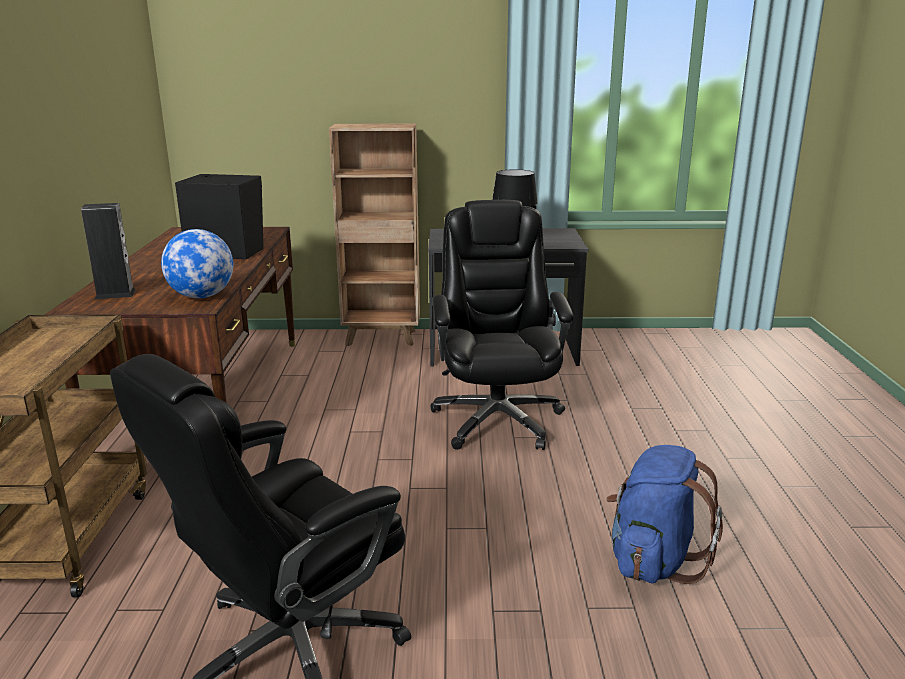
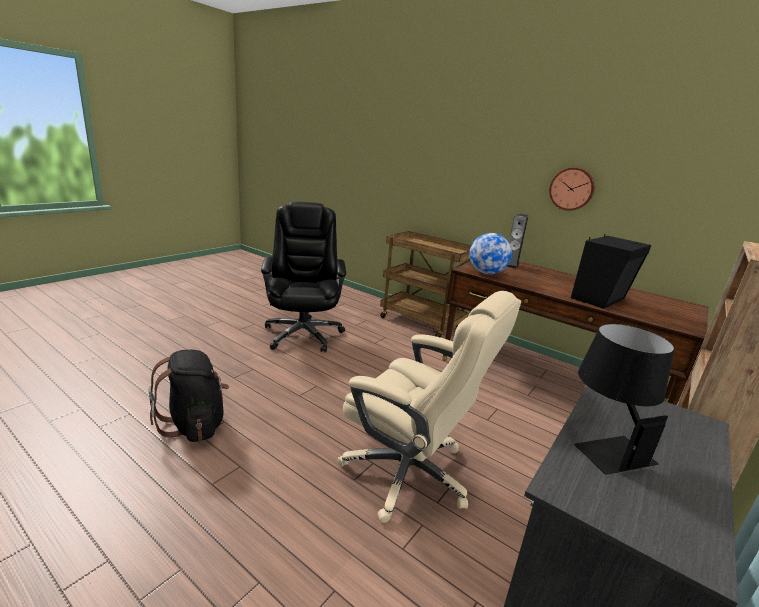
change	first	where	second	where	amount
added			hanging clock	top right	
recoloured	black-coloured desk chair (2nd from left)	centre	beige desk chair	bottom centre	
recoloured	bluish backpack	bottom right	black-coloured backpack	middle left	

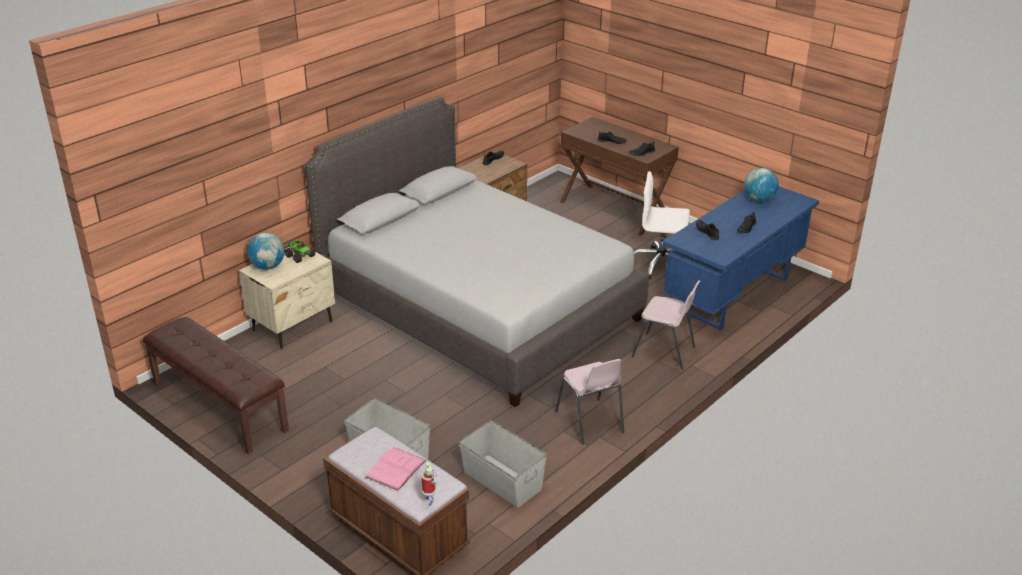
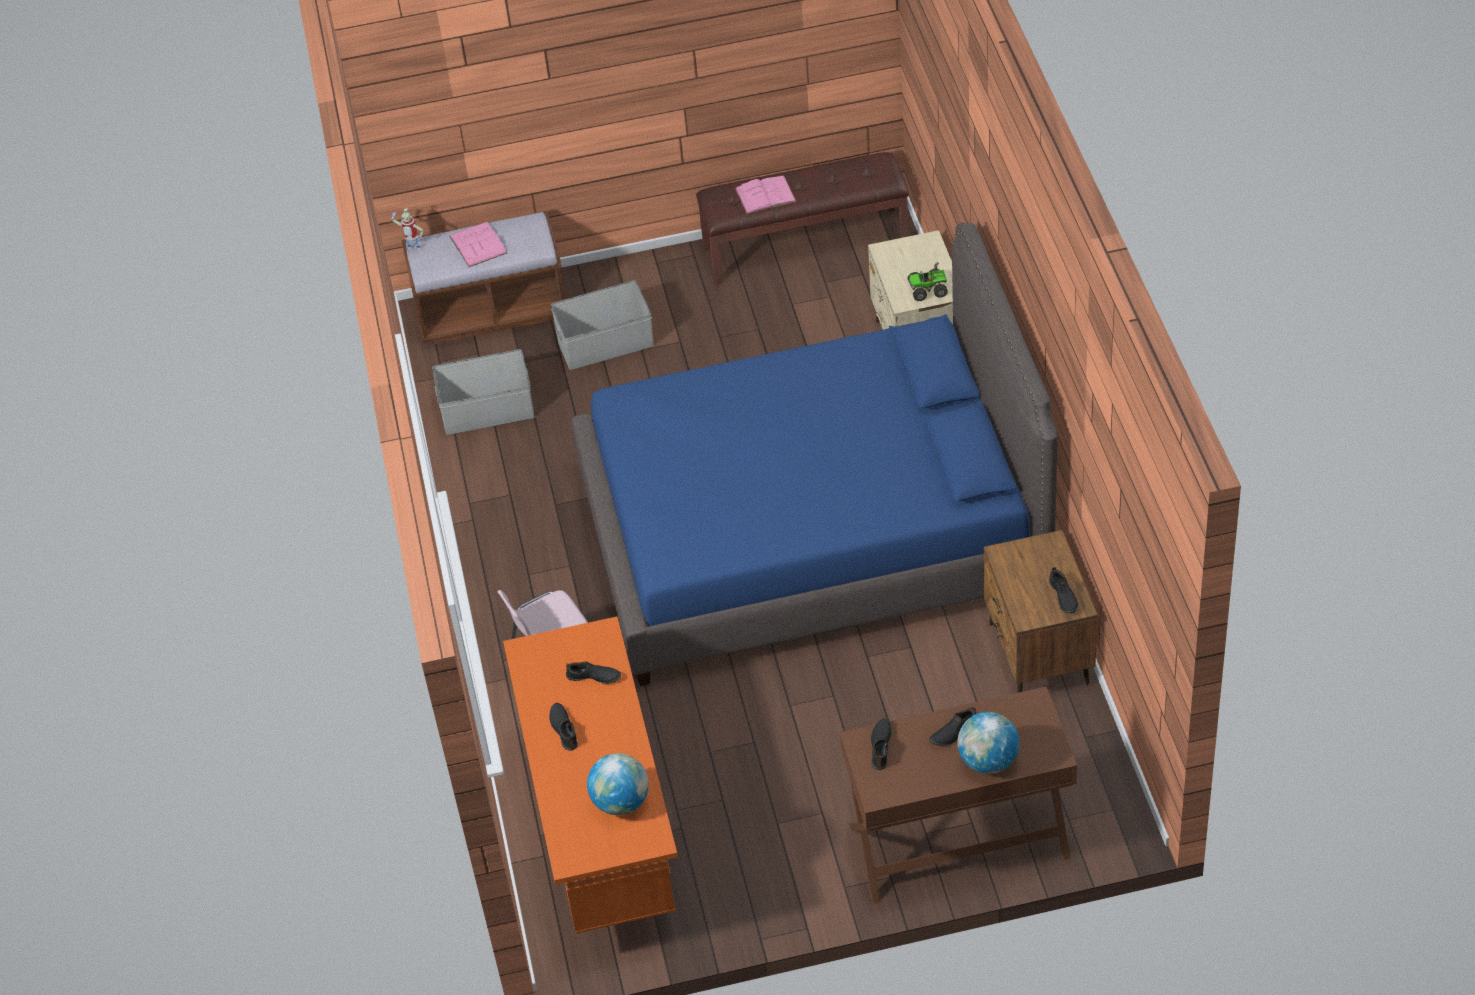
change	first	where	second	where	amount
removed	pink-coloured plain chair (1st from left)	bottom centre			
removed	white-coloured desk chair	centre			
added			pink-coloured book (2nd from left)	top centre	
moved	globe (1st from left in the first image)	middle left	globe (2nd from left)	bottom right	
recoloured	greyish sleeping bed	centre	bluish sleeping bed	centre	
recoloured	bluish desk unit	middle right	orange-coloured desk unit	bottom centre	

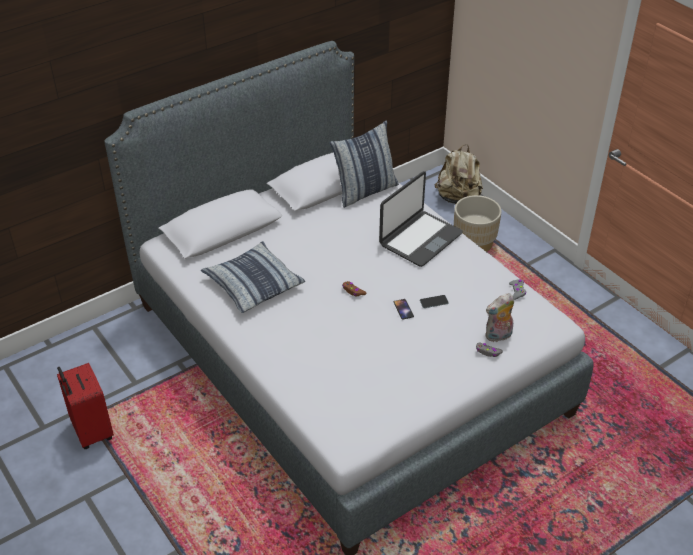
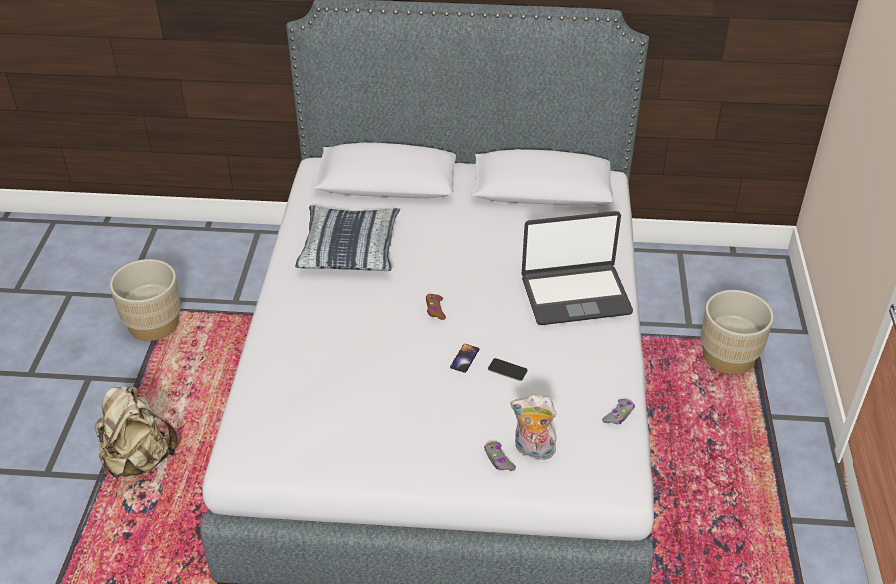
change	first	where	second	where	amount
removed	cushion (2nd from left)	top centre			
moved	beige backpack	top centre		bottom left	
replaced	reddish suitcase	bottom left	beige flower pot (1st from left)	middle left	

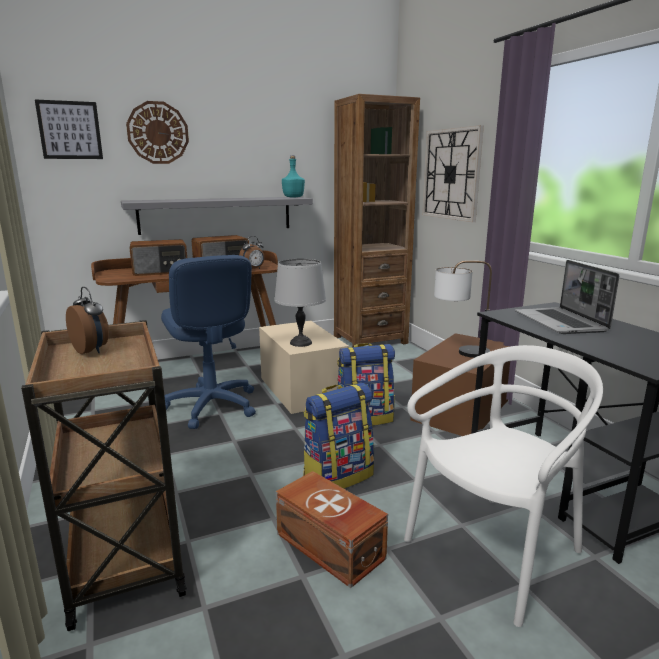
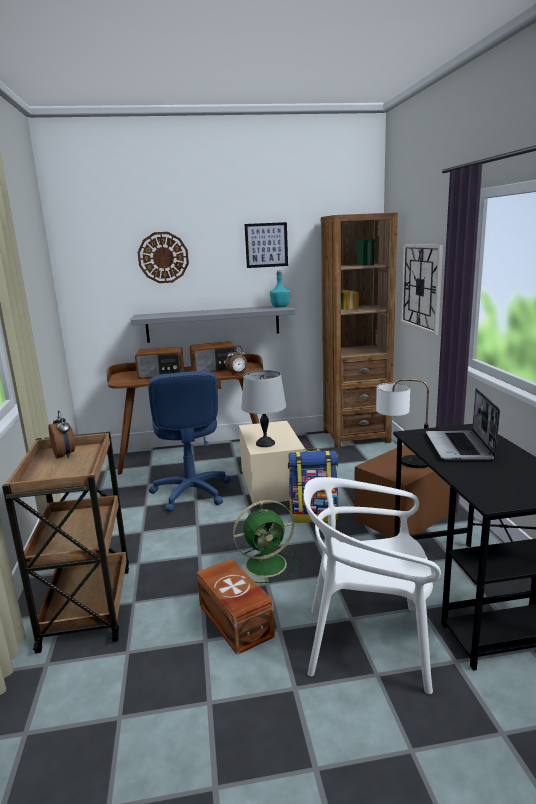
change	first	where	second	where	amount
moved	wall art	top left		top centre	
replaced	backpack (1st from left)	centre	greenish cooling fan	bottom centre	
turned	white-coloured plain chair	bottom right		bottom right	150 degrees counterclockwise

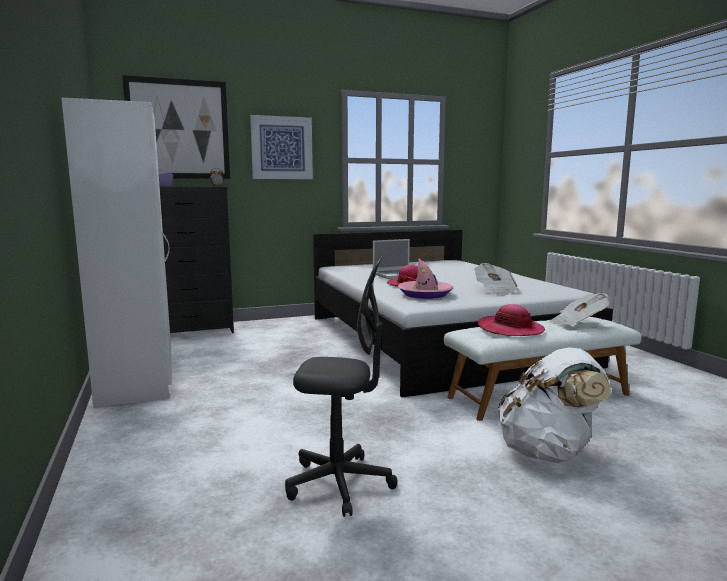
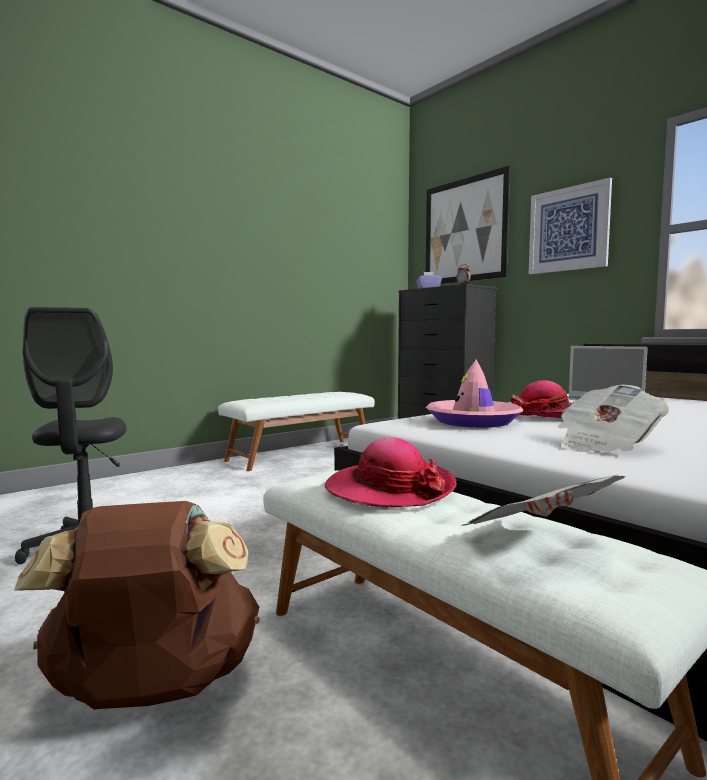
change	first	where	second	where	amount
replaced	white-coloured wardrobe	middle left	white-coloured long seat (1st from left)	centre	
recoloured	white-coloured backpack	bottom right	brown-coloured backpack	bottom left	

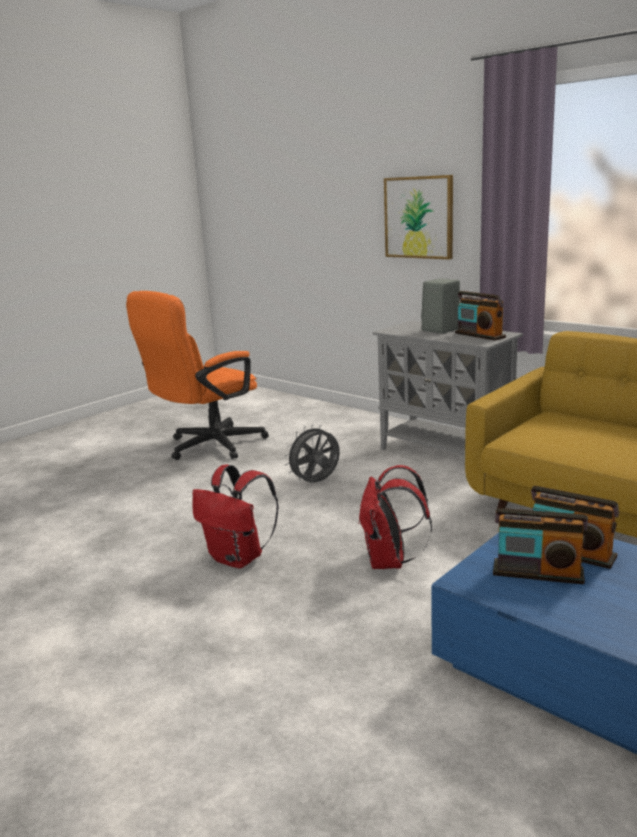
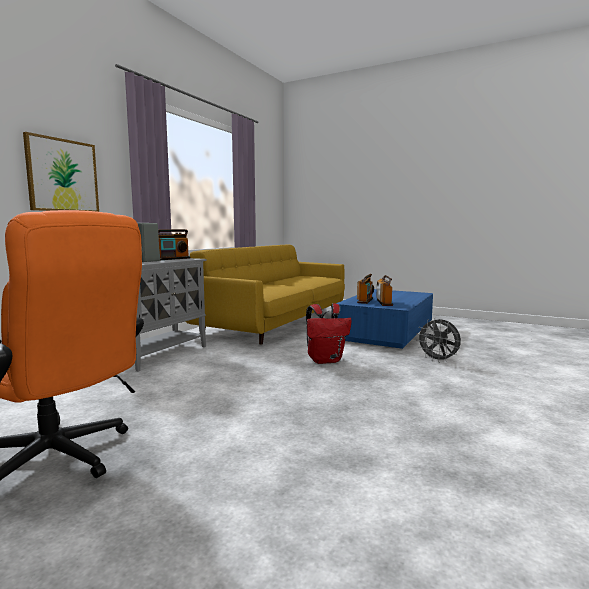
change	first	where	second	where	amount
removed	reddish backpack (1st from left)	centre			
moved	greyish cooling fan	centre		middle right	

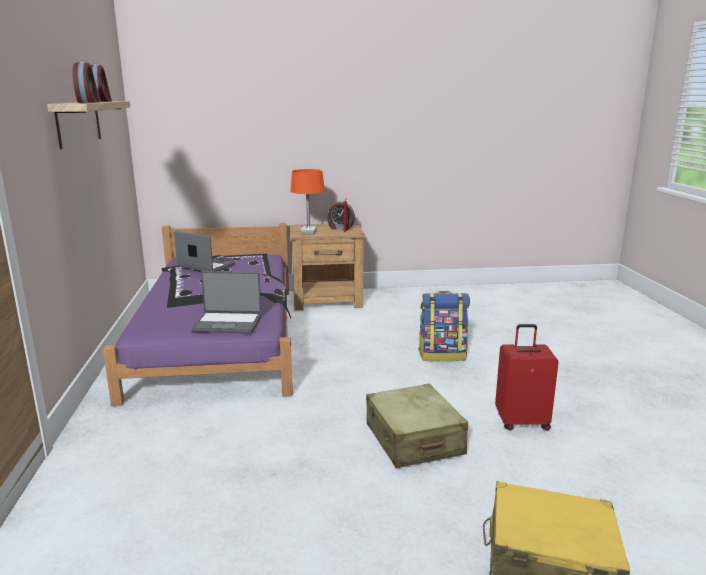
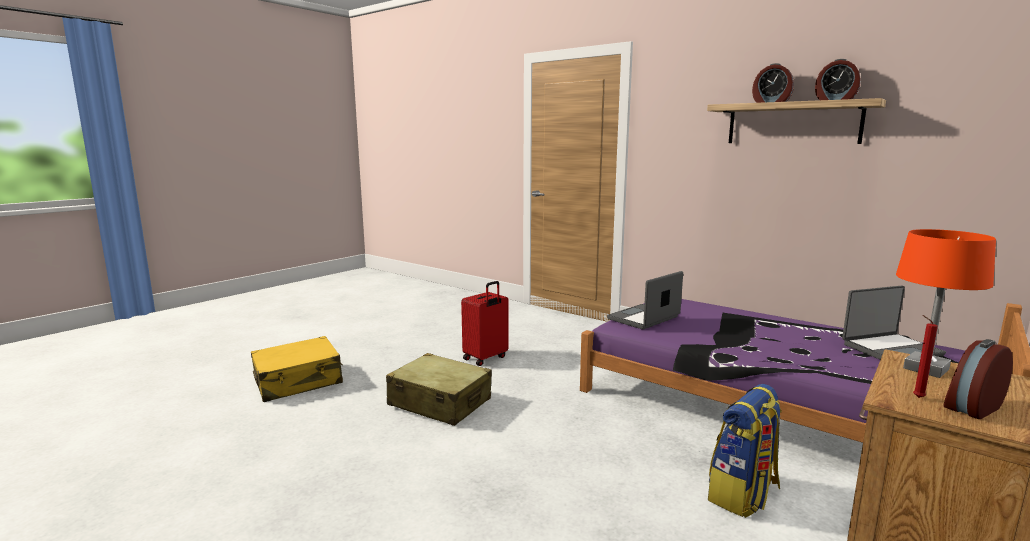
change	first	where	second	where	amount
moved	backpack	centre		bottom right	
moved	reddish suitcase	middle right		centre	

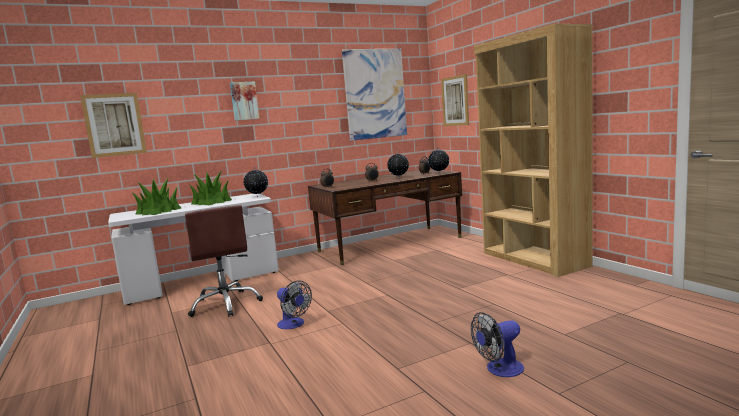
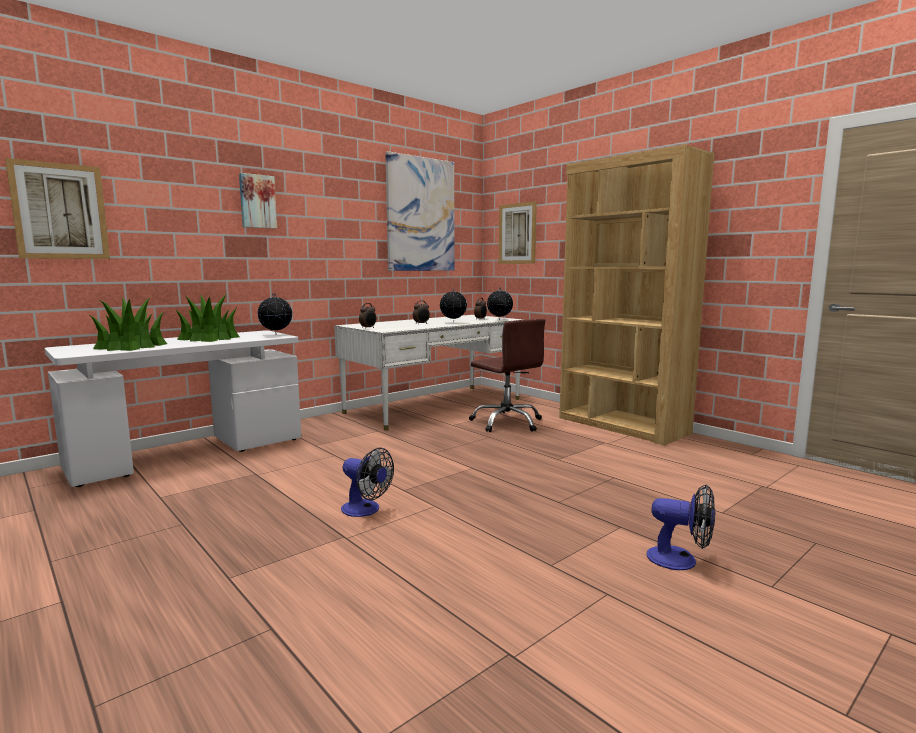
change	first	where	second	where	amount
moved	brown-coloured desk chair	middle left		centre	
recoloured	brown-coloured desk unit	centre	white-coloured desk unit (2nd from left)	centre	
turned	cooling fan (2nd from left)	bottom right		bottom right	120 degrees counterclockwise

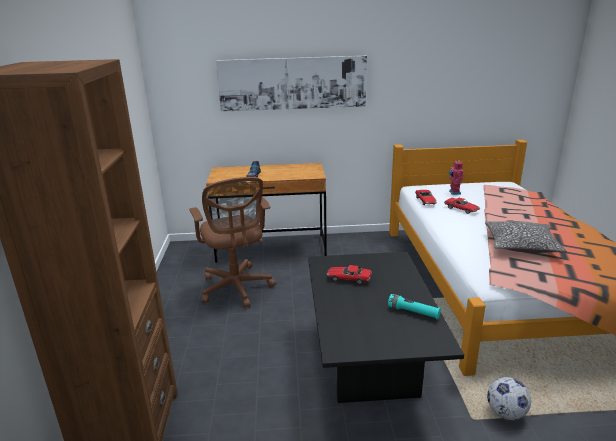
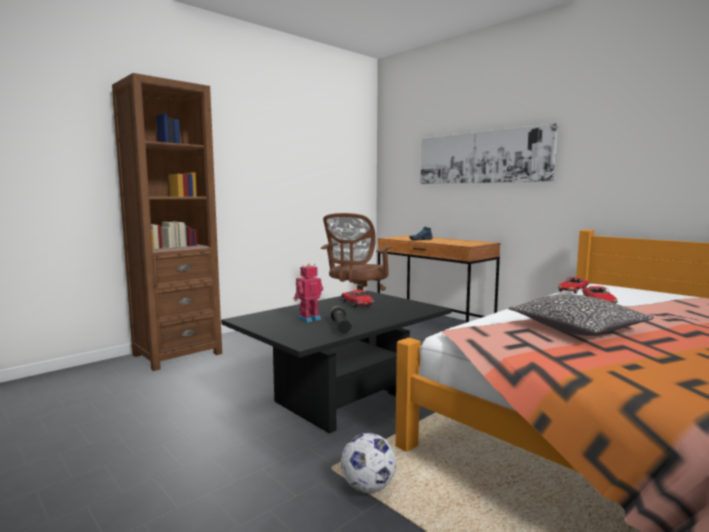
change	first	where	second	where	amount
moved	toy robot	middle right		centre	
recoloured	turquoise flashlight	bottom right	black-coloured flashlight	centre	

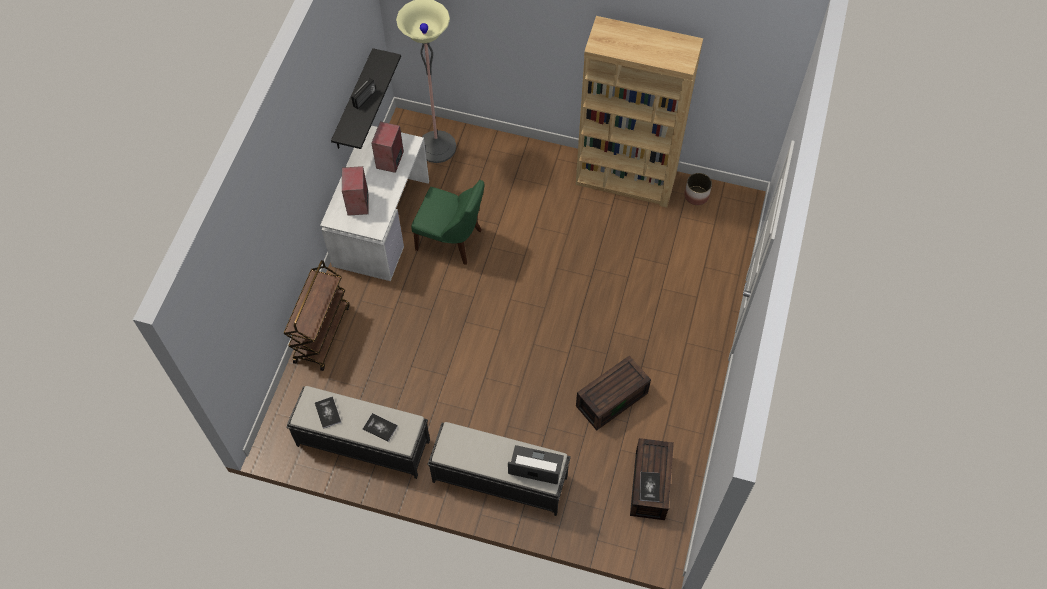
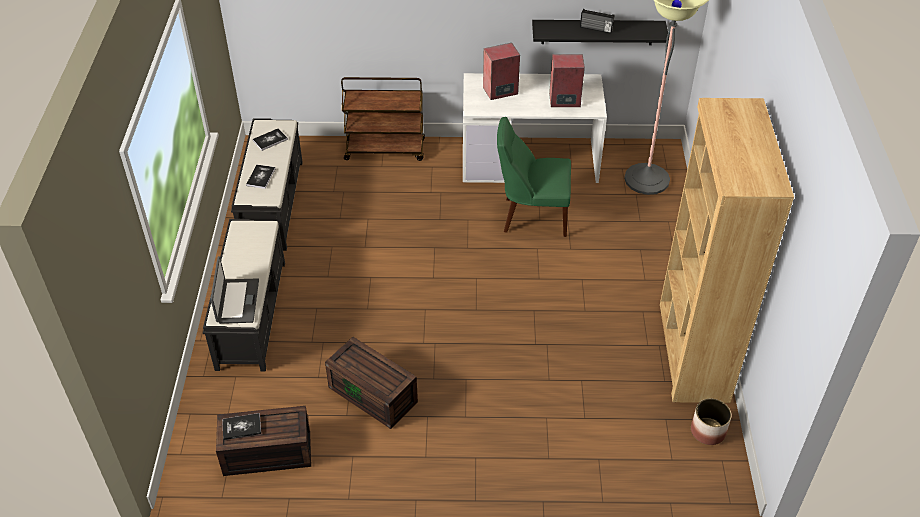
change	first	where	second	where	amount
turned	greenish plain chair	centre		centre	90 degrees clockwise

